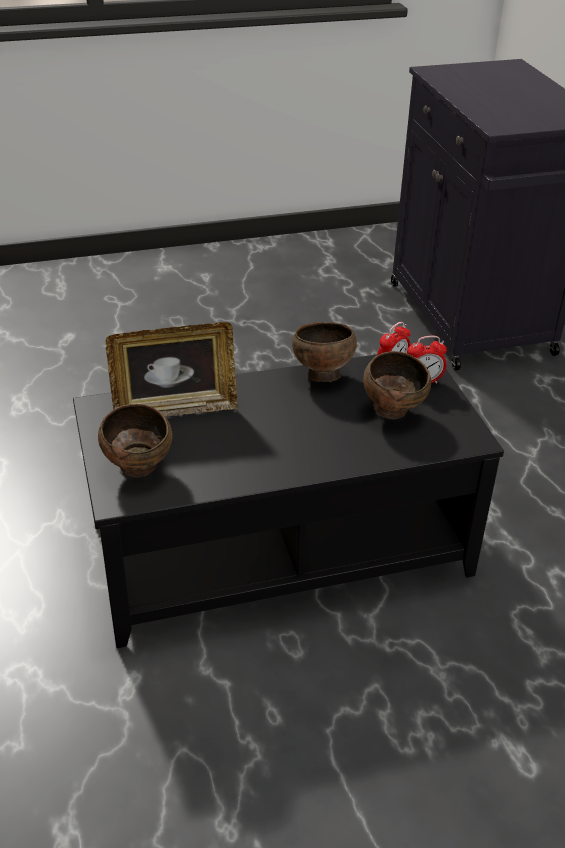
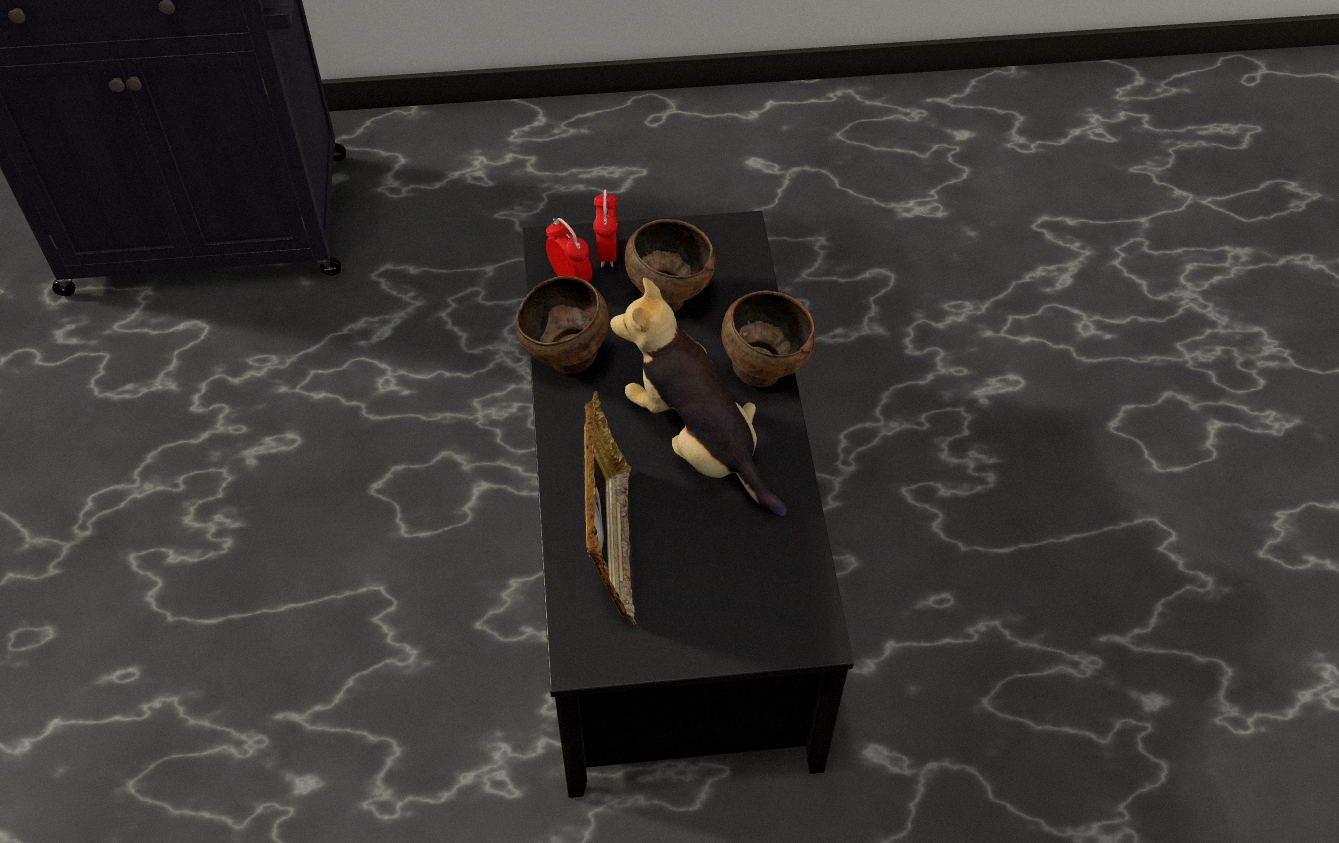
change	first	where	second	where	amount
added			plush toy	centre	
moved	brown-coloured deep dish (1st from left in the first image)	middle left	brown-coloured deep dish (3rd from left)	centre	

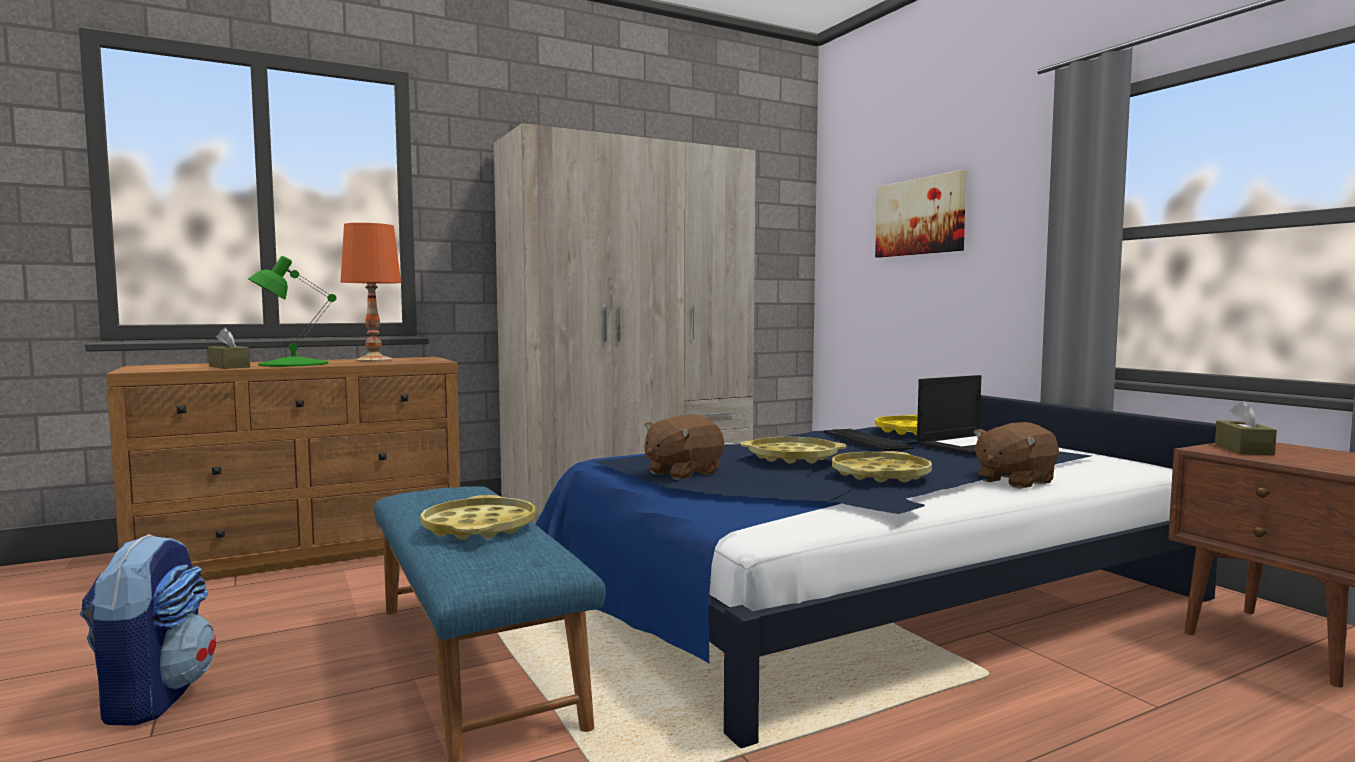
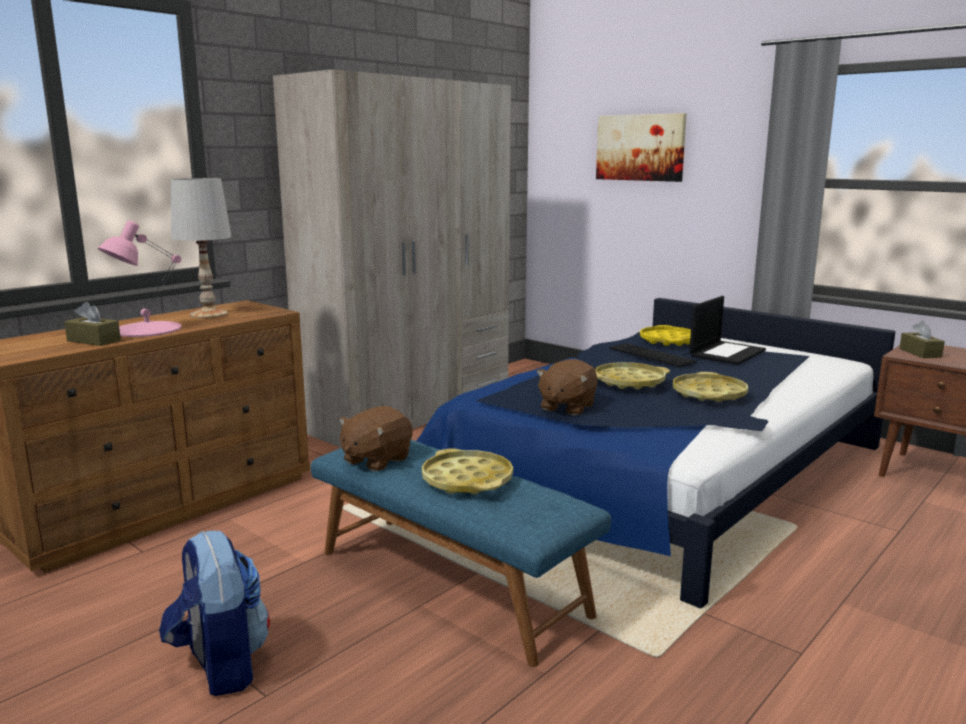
change	first	where	second	where	amount
moved	brown-coloured plush toy (2nd from left in the first image)	middle right	brown-coloured plush toy (1st from left)	centre	
recoloured	greenish table lamp	middle left	pink-coloured table lamp	middle left	
recoloured	orange-coloured table lamp	middle left	white-coloured table lamp	middle left	

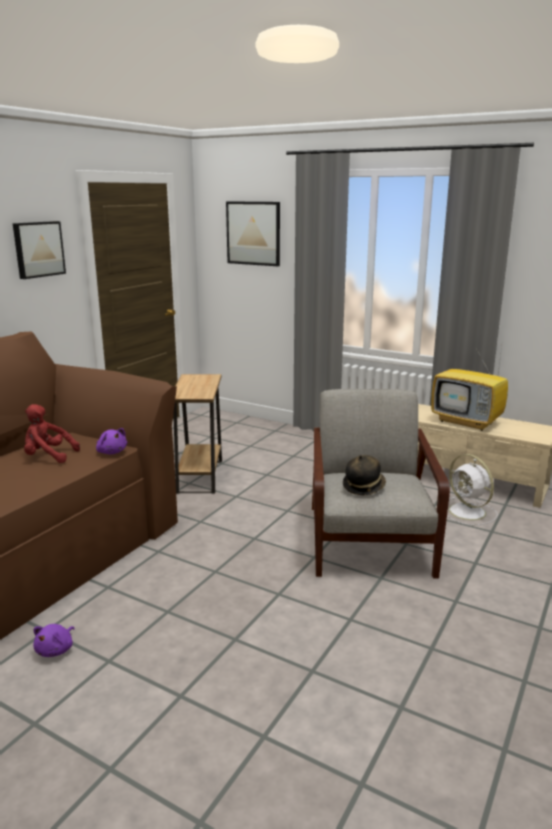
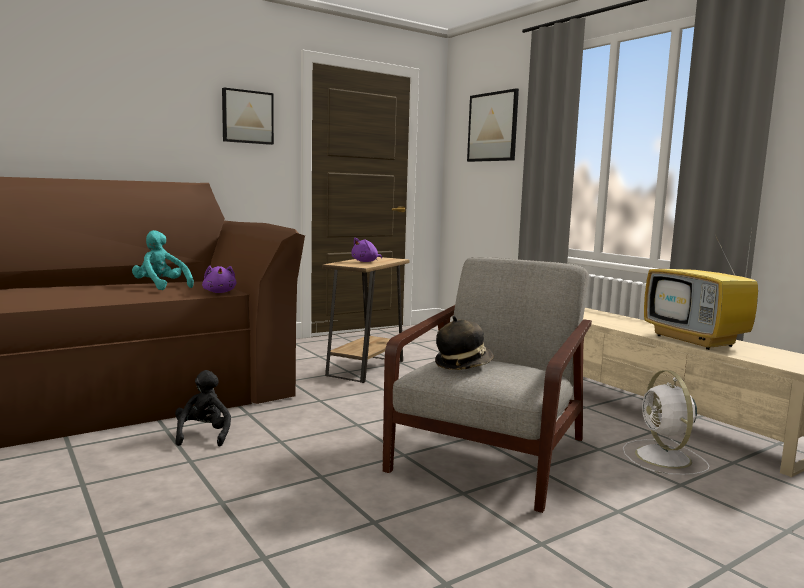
change	first	where	second	where	amount
added			black-coloured plush toy	bottom left	
moved	purplish plush toy (1st from left in the first image)	bottom left	purplish plush toy (2nd from left)	centre	
recoloured	reddish plush toy	middle left	turquoise plush toy	middle left	

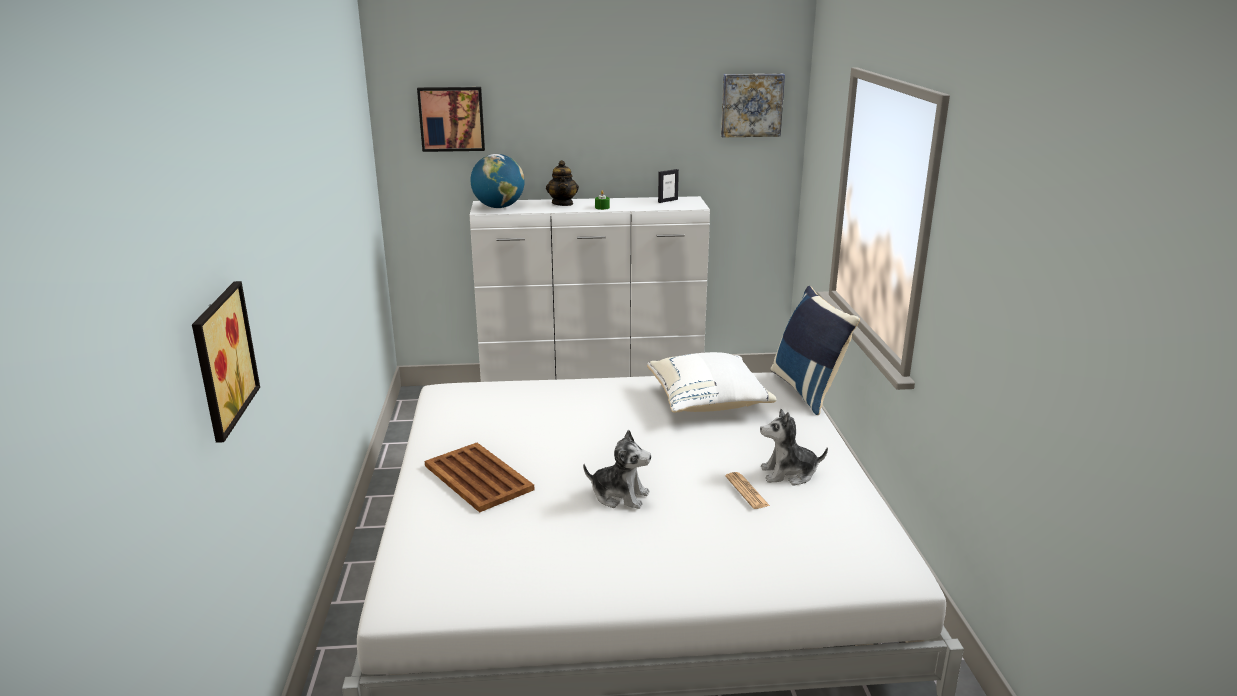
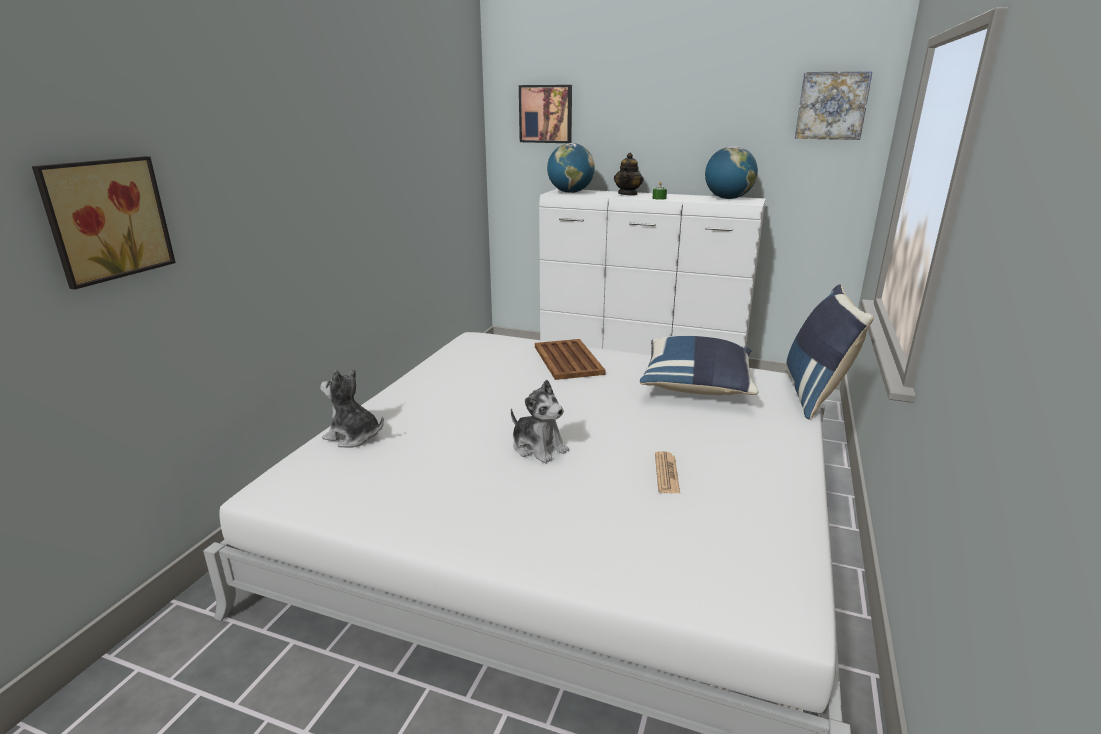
change	first	where	second	where	amount
moved	brown-coloured carrying tray	bottom centre		centre	
moved	plush toy (2nd from left in the first image)	centre	plush toy (1st from left)	middle left	
replaced	photo frame	top centre	globe (2nd from left)	top centre	
recoloured	white-coloured cushion	centre	bluish cushion (1st from left)	centre	

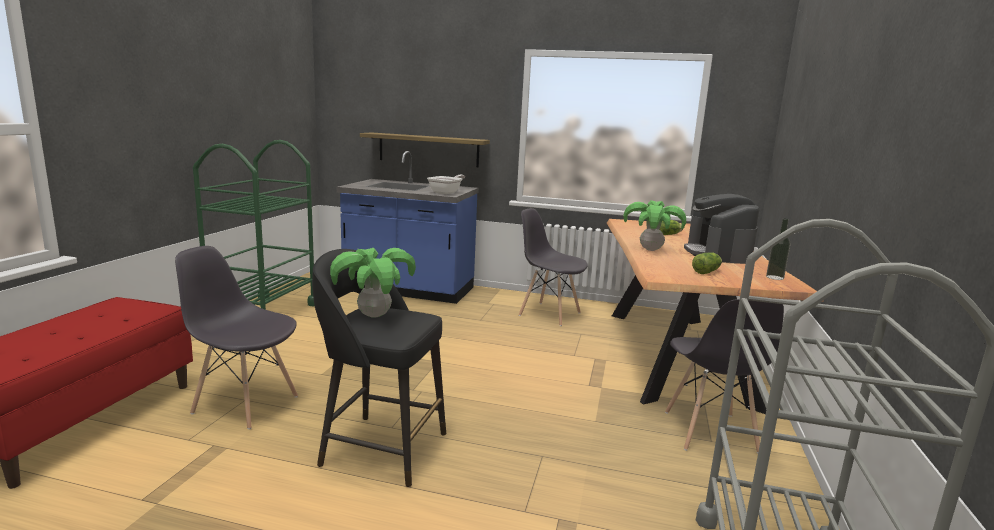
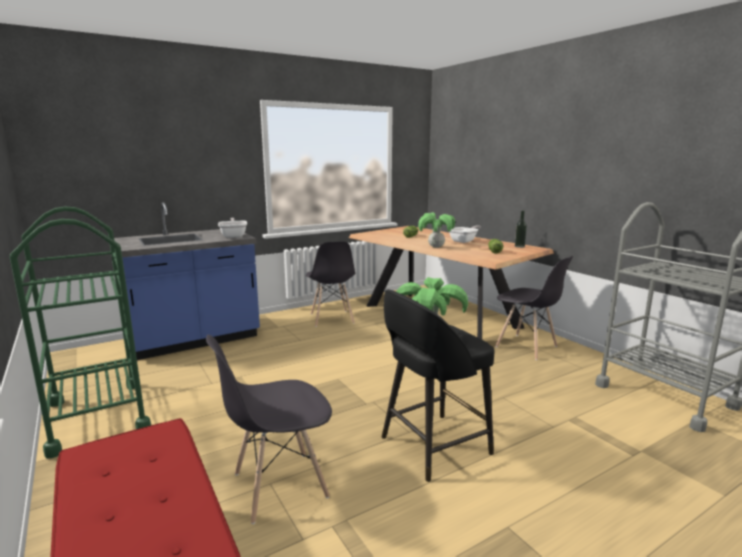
change	first	where	second	where	amount
removed	shelf	top centre			
replaced	coffee maker	middle right	frying pan (2nd from left)	centre	
turned	greyish plain chair (2nd from left)	centre		centre	90 degrees counterclockwise

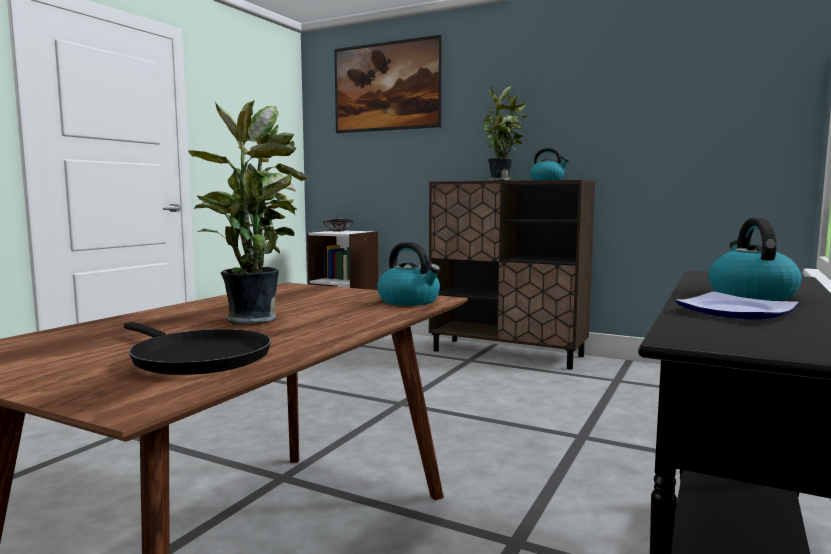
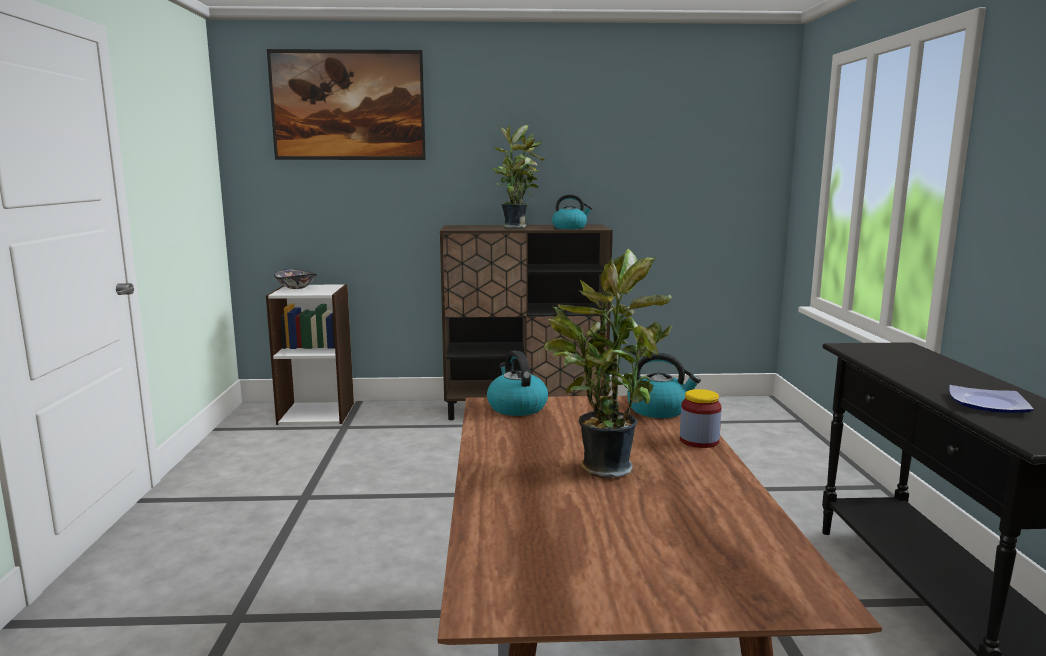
change	first	where	second	where	amount
removed	black-coloured frying pan	middle left			
added			jar	middle right	
moved	water kettle (3rd from left in the first image)	middle right	water kettle (1st from left)	centre	

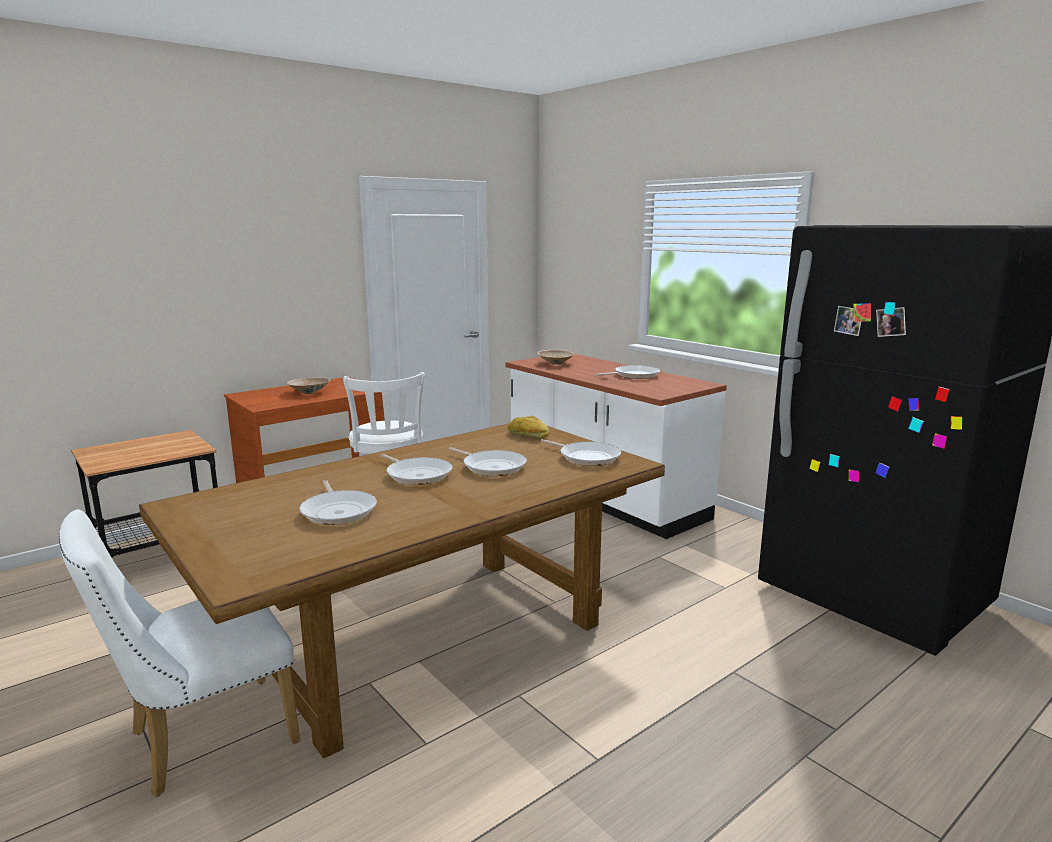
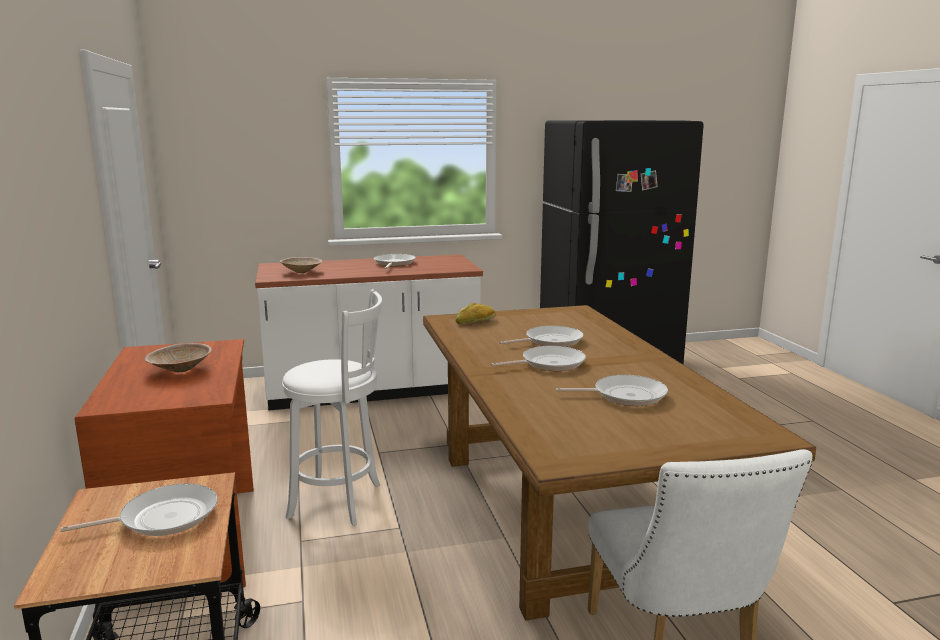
change	first	where	second	where	amount
moved	frying pan (4th from left in the first image)	centre	frying pan (1st from left)	bottom left	

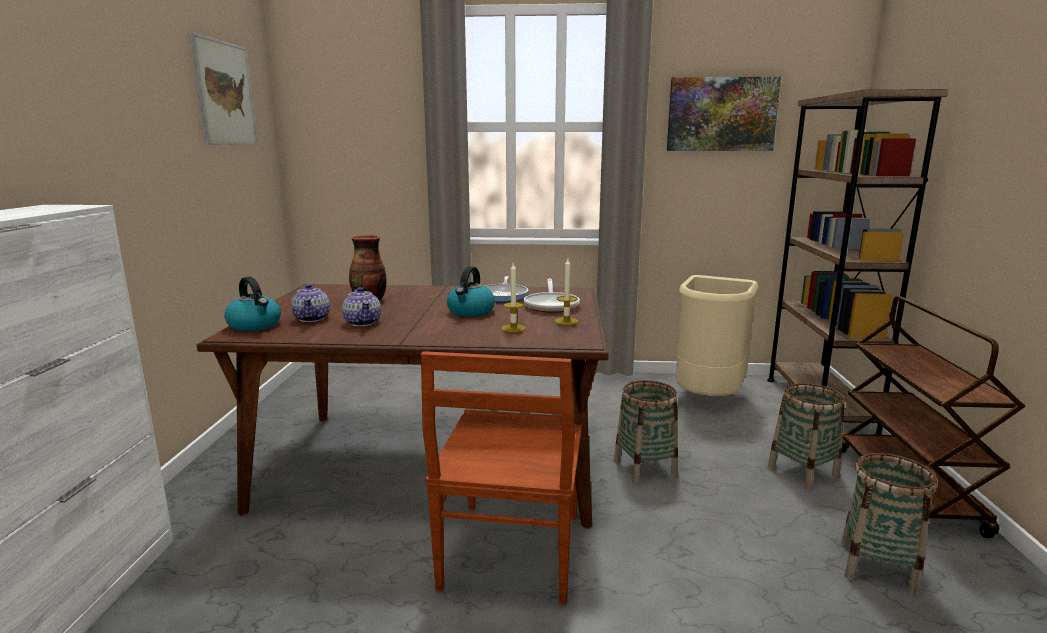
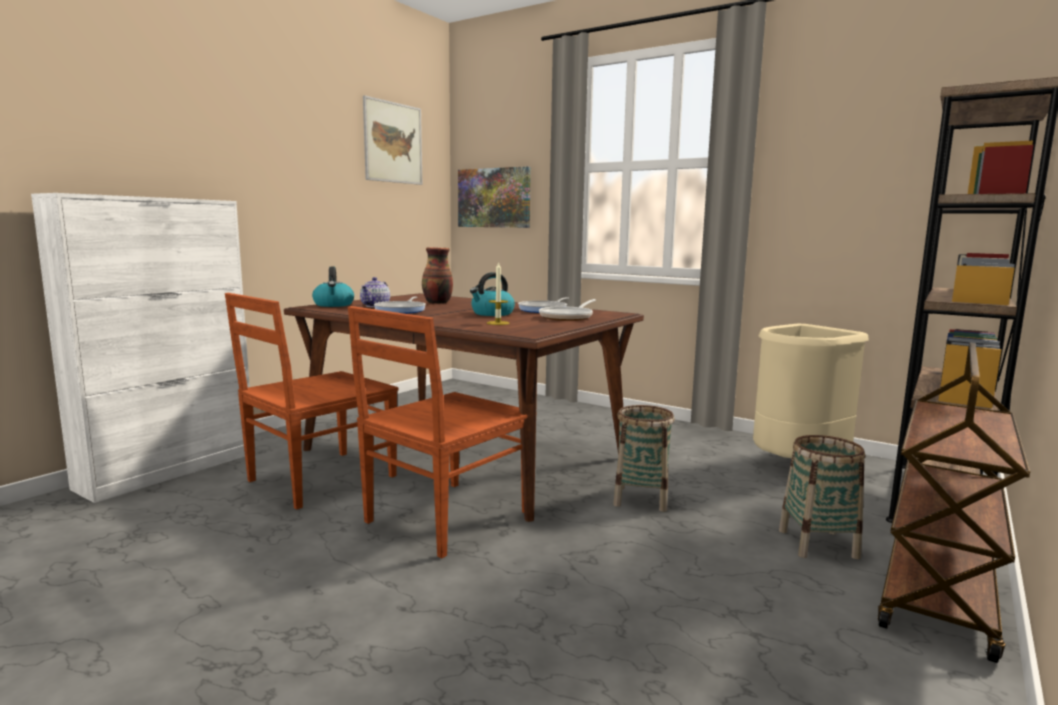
change	first	where	second	where	amount
removed	wax candle (2nd from left)	centre			
removed	household basket (3rd from left)	bottom right			
added			brown-coloured plain chair (1st from left)	middle left	
moved	wall art (2nd from left)	top right		top centre	
replaced	tea pot (2nd from left)	centre	frying pan (1st from left)	centre	

